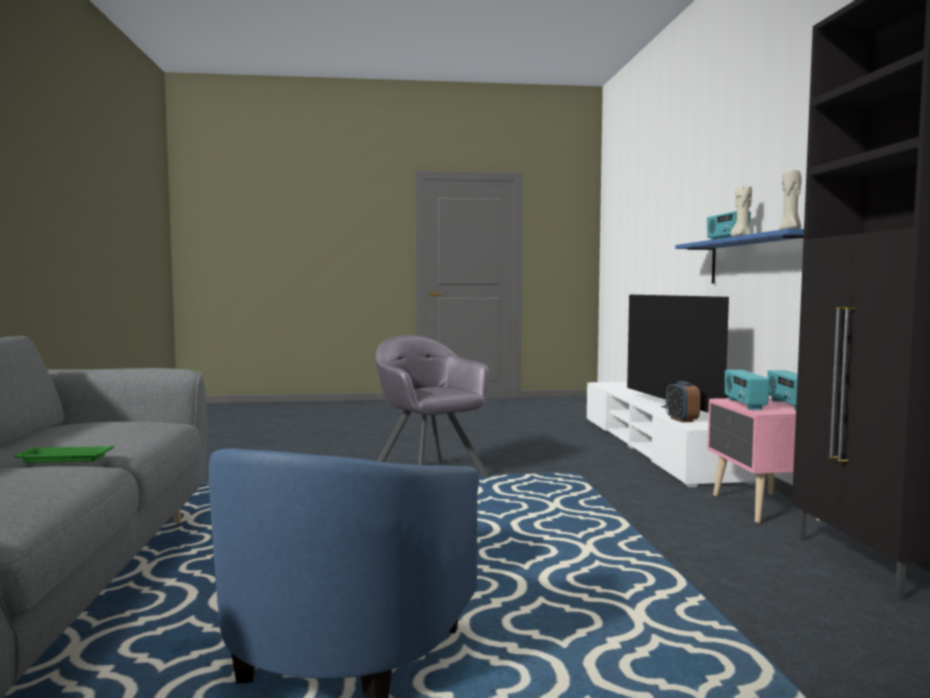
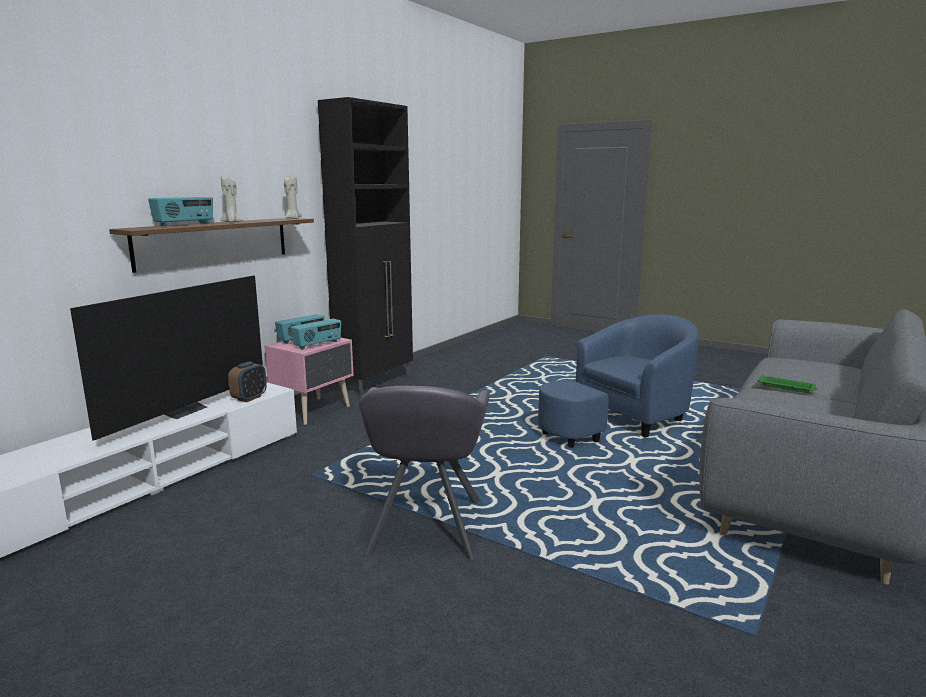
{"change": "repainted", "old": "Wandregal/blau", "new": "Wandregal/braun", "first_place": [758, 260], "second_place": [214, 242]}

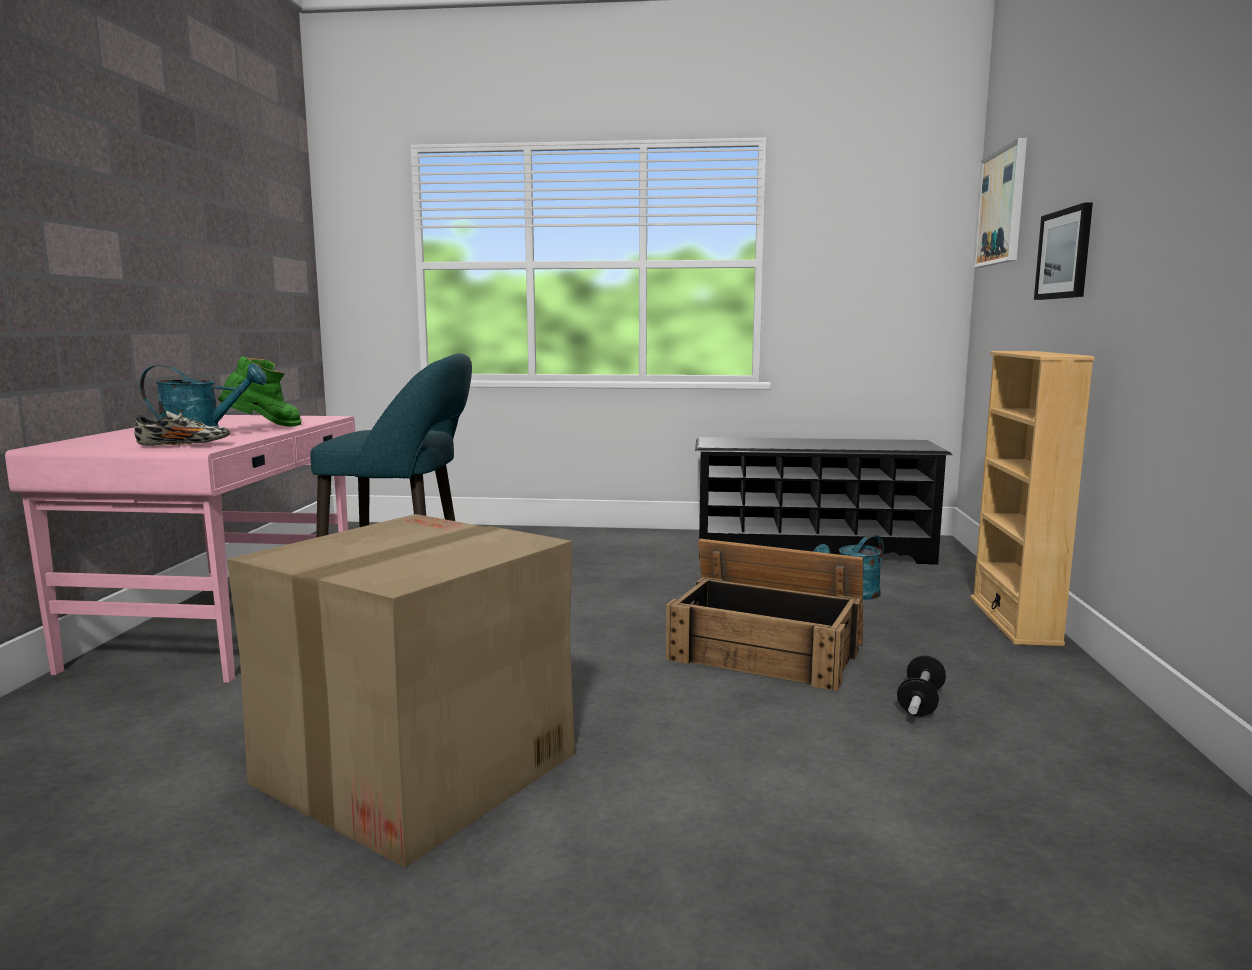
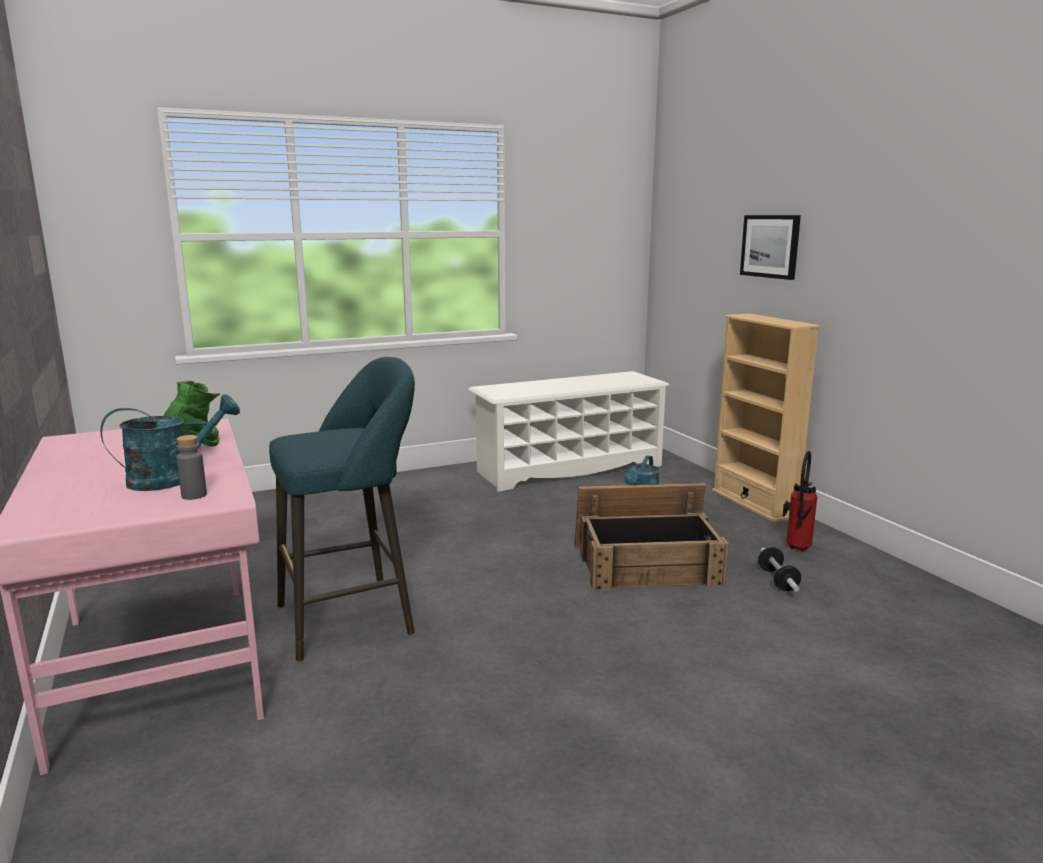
{"change": "gone", "old": "Bild", "first_place": [1001, 207]}
{"change": "swapped", "old": "Schuh", "new": "Flasche/grau", "first_place": [184, 446], "second_place": [194, 495]}
{"change": "repainted", "old": "Schuhregal/schwarz", "new": "Schuhregal/weiß", "first_place": [812, 550], "second_place": [569, 468]}
{"change": "gone", "old": "Karton", "first_place": [414, 769]}
{"change": "new", "new": "Feuerlöscher", "second_place": [796, 549]}

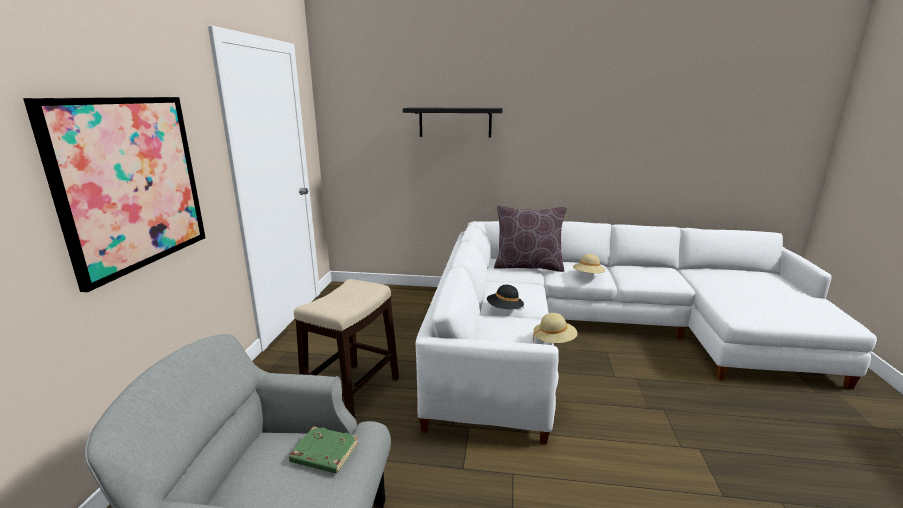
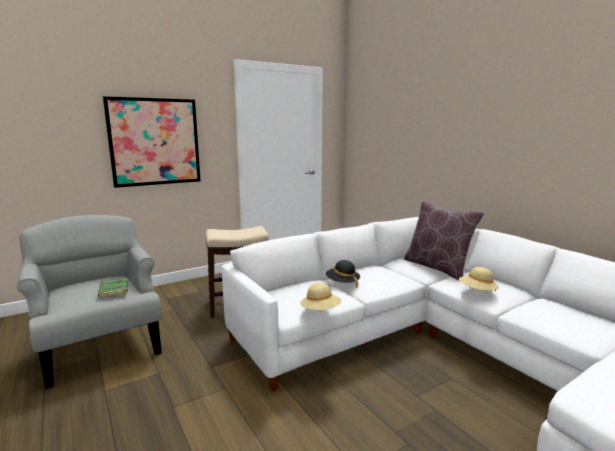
{"change": "gone", "old": "Wandregal/schwarz", "first_place": [455, 122]}

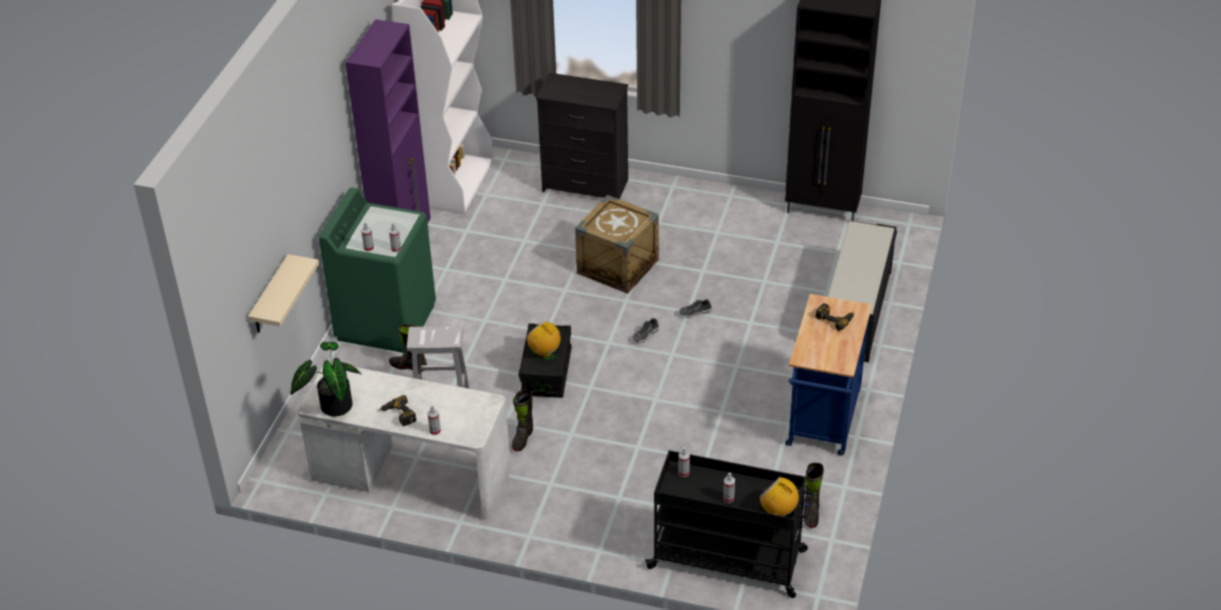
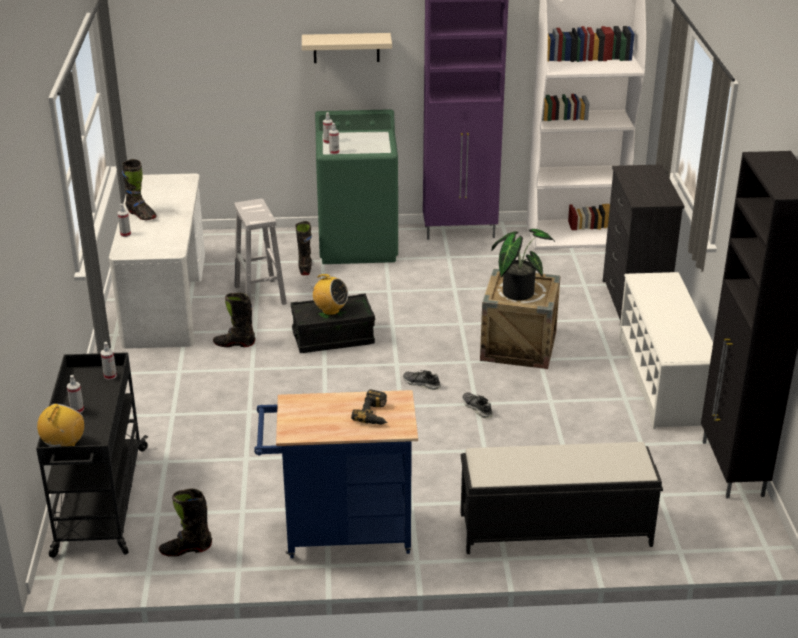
{"change": "shifted", "old": "Wandregal/beige", "first_place": [270, 296], "second_place": [346, 48]}
{"change": "rotated", "old": "Radio", "first_place": [544, 351], "second_place": [330, 310], "degrees": 90}
{"change": "shifted", "old": "Topfpflanze", "first_place": [332, 405], "second_place": [517, 291]}
{"change": "swapped", "old": "Bohrmaschine", "new": "Stiefel/schwarz", "first_place": [398, 415], "second_place": [141, 215]}
{"change": "new", "new": "Schuhregal/weiß", "second_place": [662, 380]}

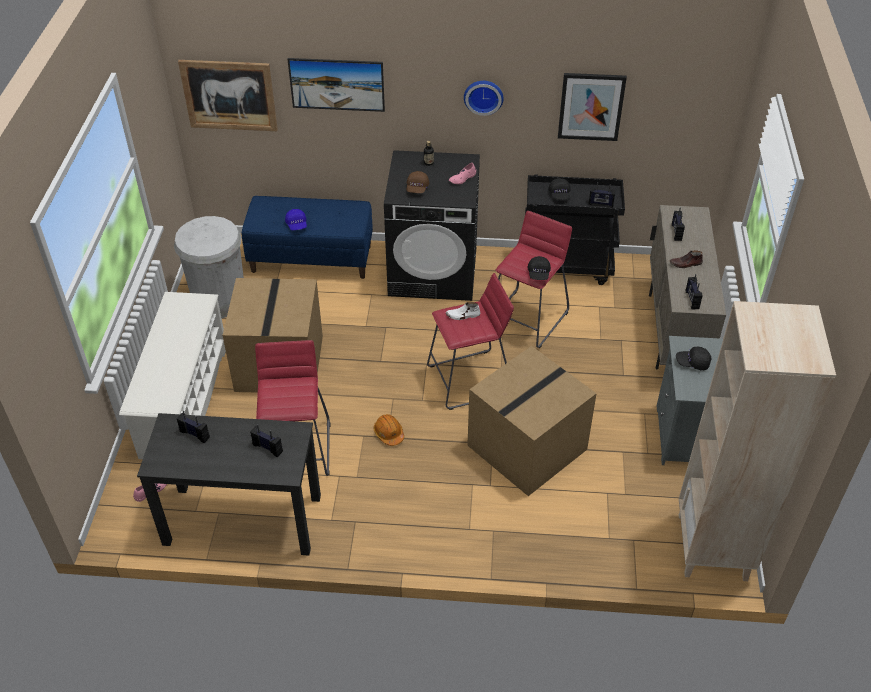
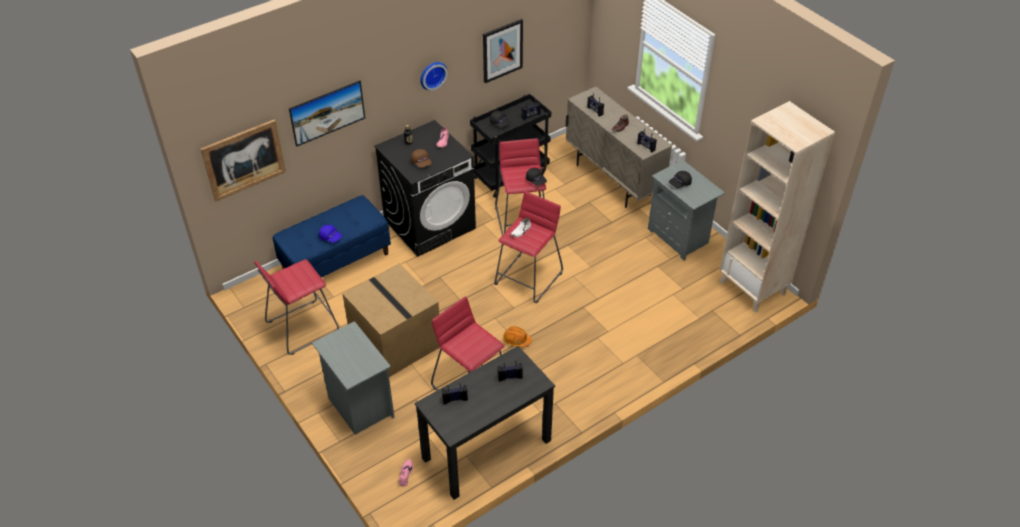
{"change": "swapped", "old": "Mülleimer/weiß", "new": "Hocker/rot", "first_place": [219, 300], "second_place": [302, 327]}
{"change": "swapped", "old": "Schuhregal/weiß", "new": "Nachttisch/grau", "first_place": [184, 401], "second_place": [359, 406]}
{"change": "gone", "old": "Karton", "first_place": [527, 449]}

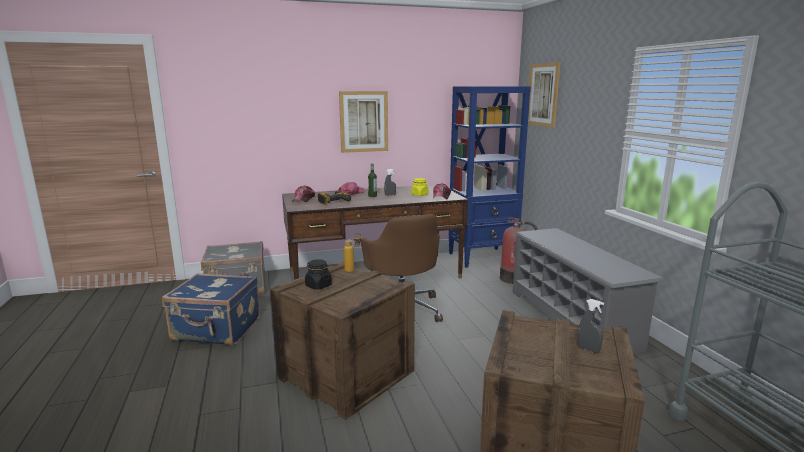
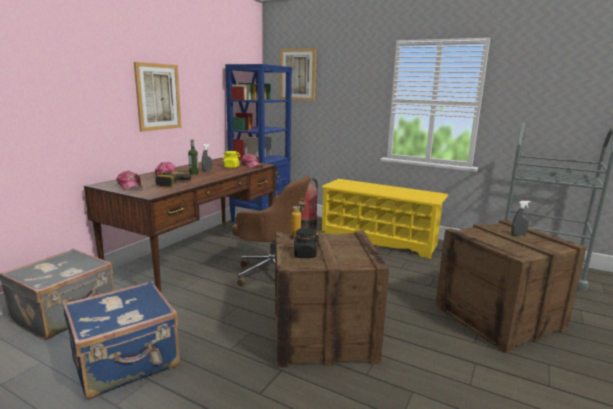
{"change": "repainted", "old": "Schuhregal/grau", "new": "Schuhregal/gelb", "first_place": [572, 318], "second_place": [379, 240]}

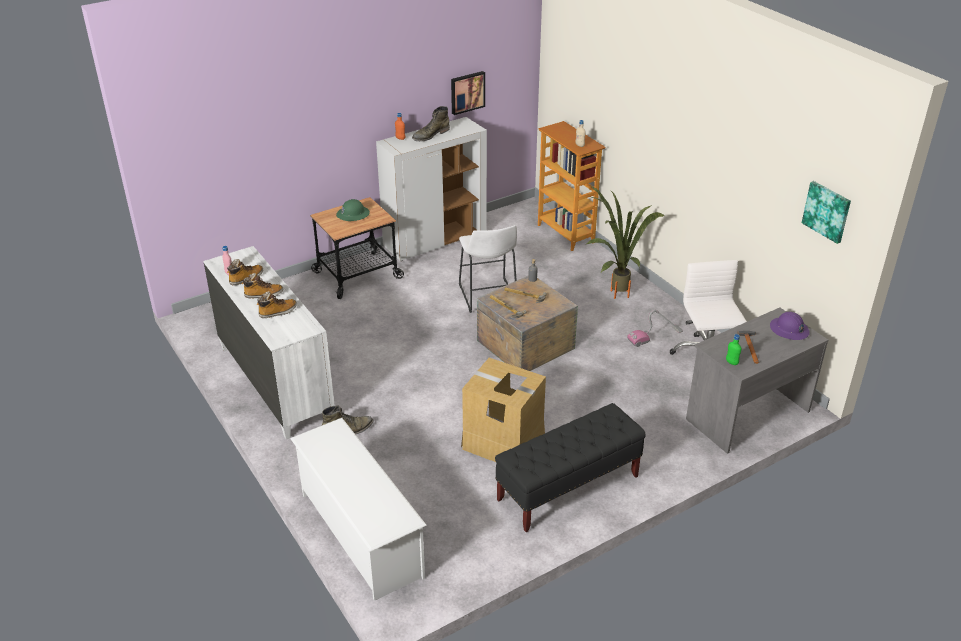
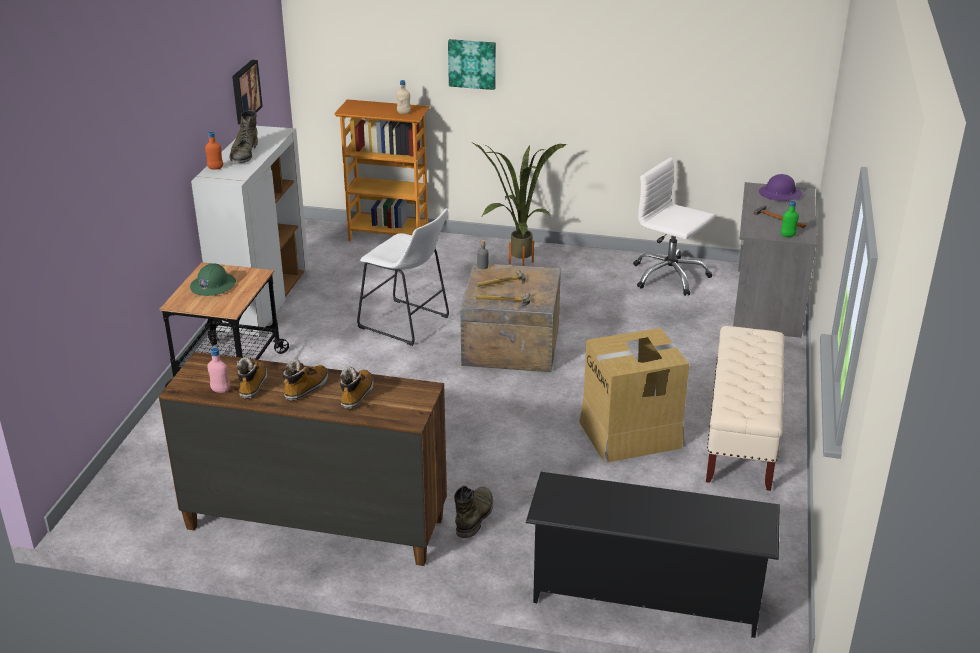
{"change": "shifted", "old": "Bild", "first_place": [827, 211], "second_place": [472, 63]}
{"change": "repainted", "old": "Kommode/weiß", "new": "Kommode/braun", "first_place": [275, 382], "second_place": [314, 522]}
{"change": "gone", "old": "Staubsauger", "first_place": [655, 336]}
{"change": "repainted", "old": "Bank/schwarz", "new": "Bank/beige", "first_place": [568, 488], "second_place": [741, 436]}
{"change": "repainted", "old": "Schuhregal/weiß", "new": "Schuhregal/schwarz", "first_place": [360, 534], "second_place": [646, 594]}

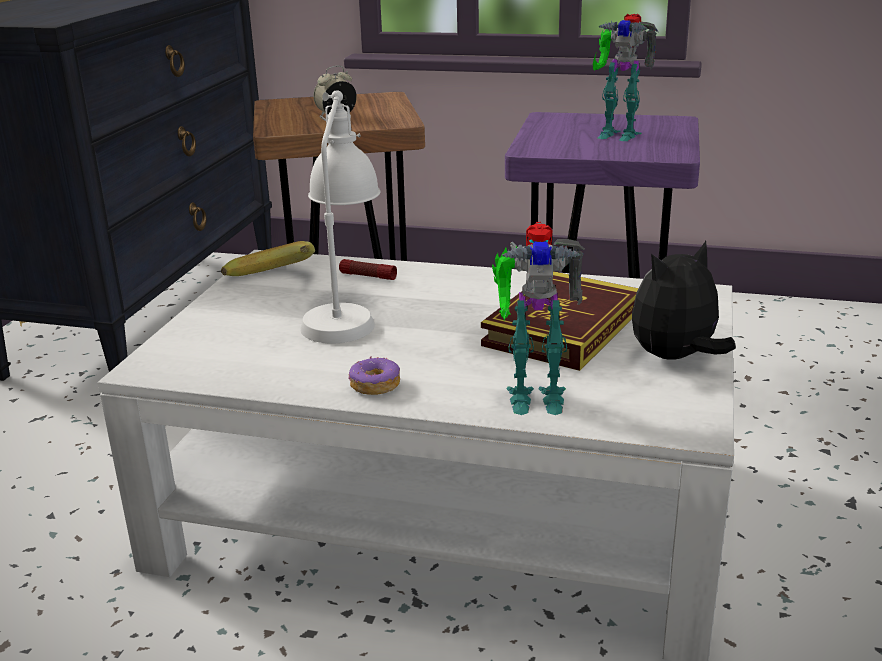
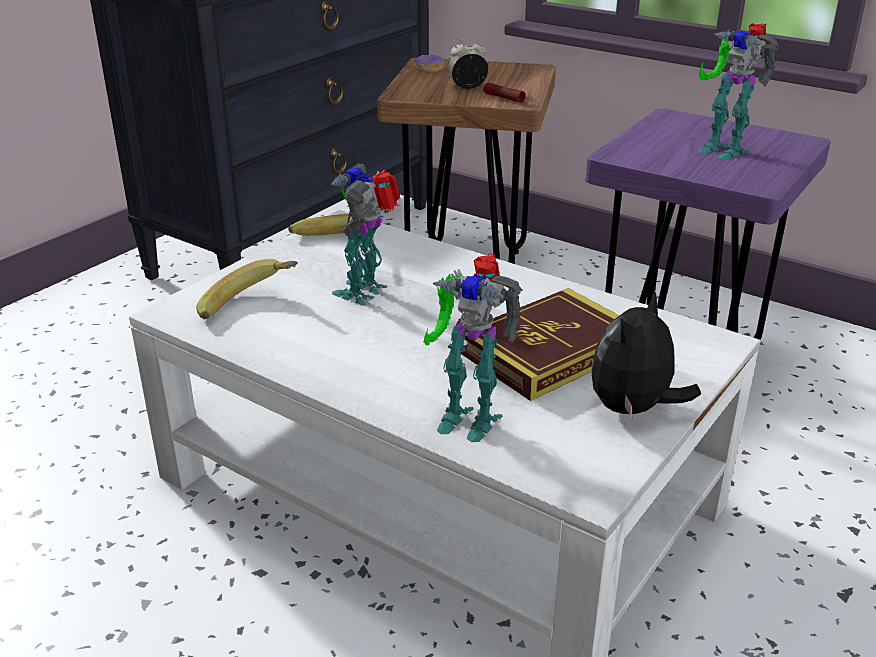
{"change": "swapped", "old": "Tischlampe/weiß", "new": "Spielzeugroboter", "first_place": [343, 313], "second_place": [366, 291]}
{"change": "rotated", "old": "Plüschtier", "first_place": [675, 358], "second_place": [633, 409], "degrees": -45}
{"change": "shifted", "old": "Taschenlampe", "first_place": [367, 276], "second_place": [503, 98]}
{"change": "shifted", "old": "Donut", "first_place": [374, 385], "second_place": [429, 69]}
{"change": "new", "new": "Banane", "second_place": [251, 308]}

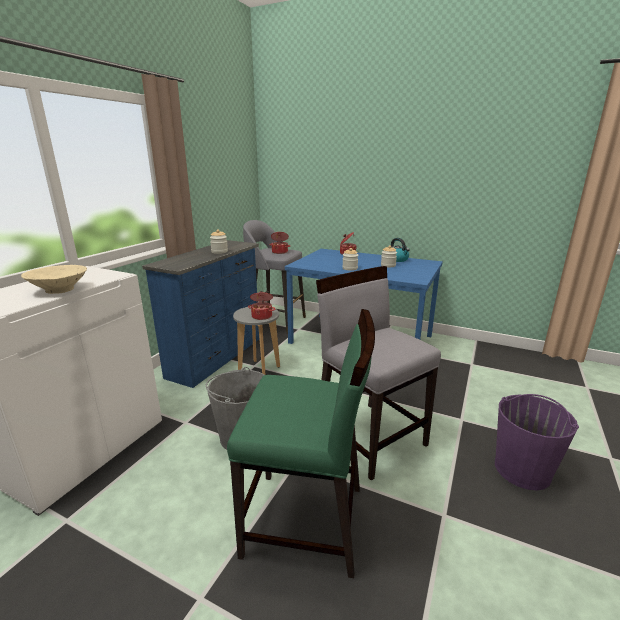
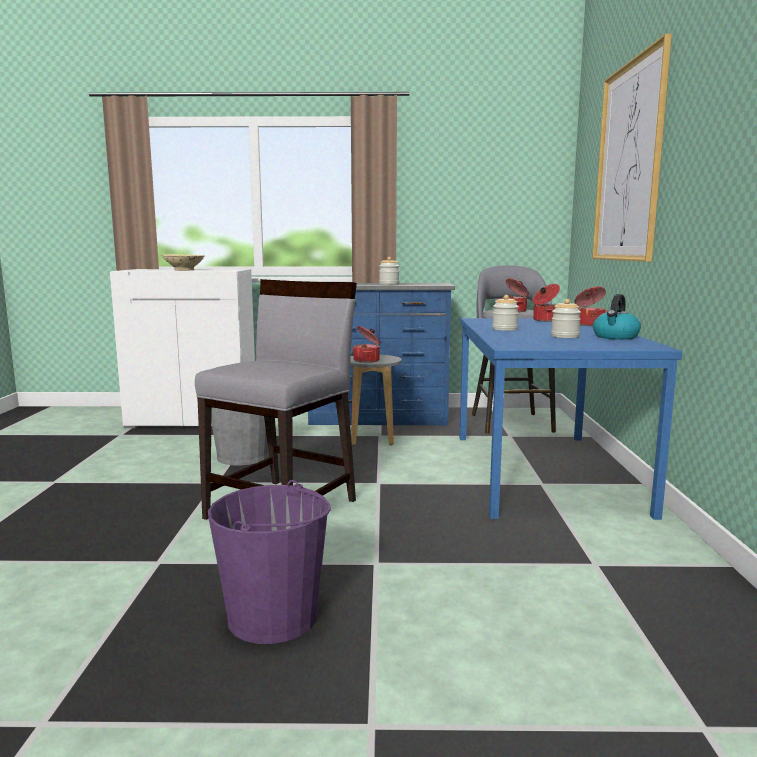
{"change": "gone", "old": "Stuhl/grün", "first_place": [306, 521]}
{"change": "new", "new": "Bild", "second_place": [628, 163]}
{"change": "new", "new": "Kochtopf", "second_place": [545, 320]}

